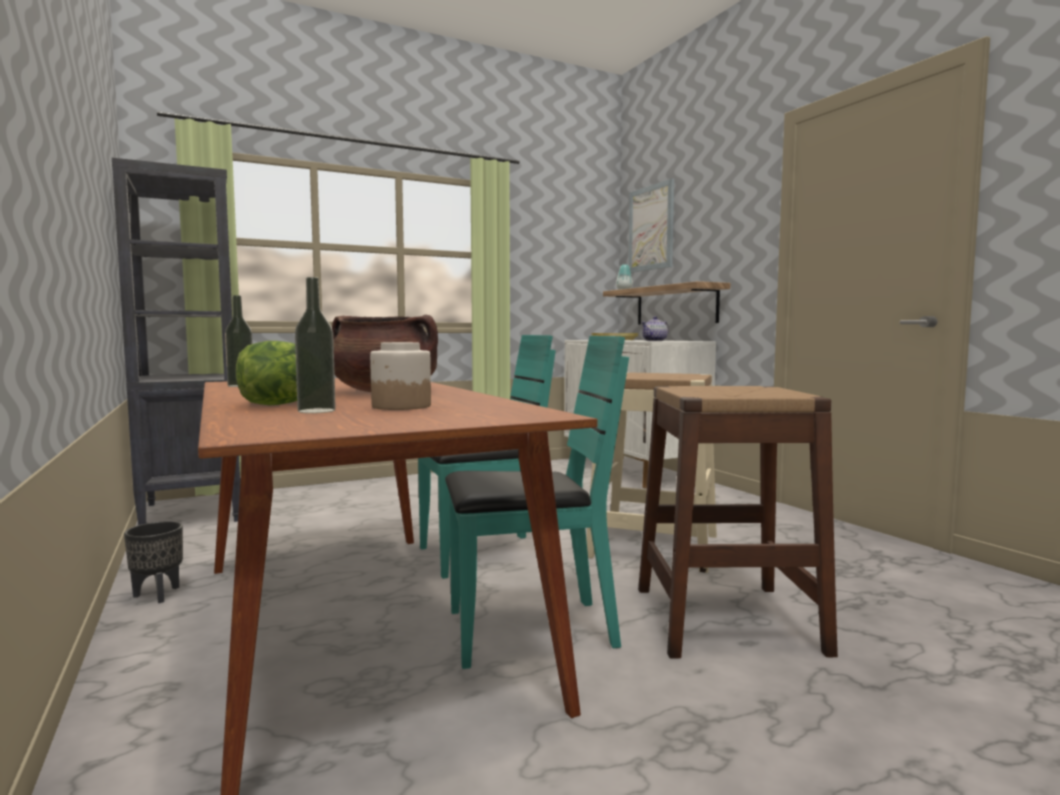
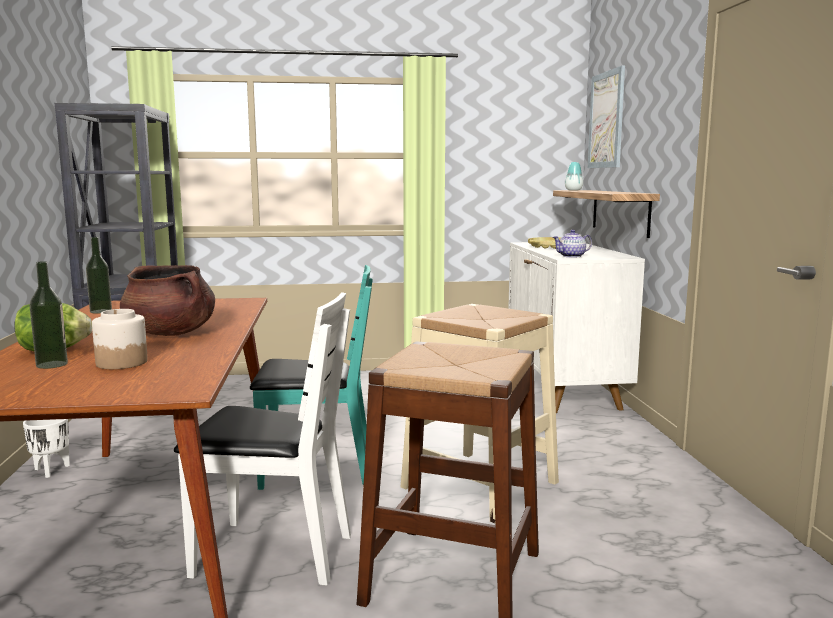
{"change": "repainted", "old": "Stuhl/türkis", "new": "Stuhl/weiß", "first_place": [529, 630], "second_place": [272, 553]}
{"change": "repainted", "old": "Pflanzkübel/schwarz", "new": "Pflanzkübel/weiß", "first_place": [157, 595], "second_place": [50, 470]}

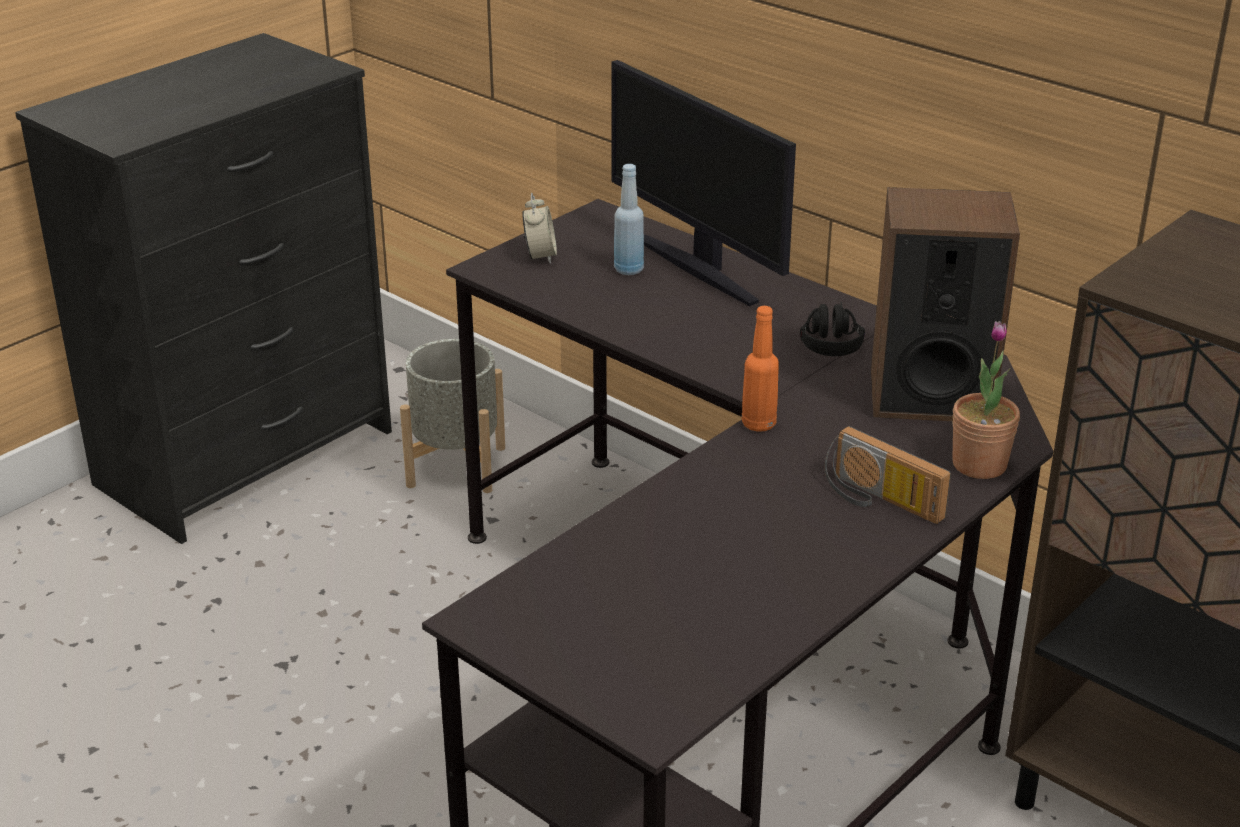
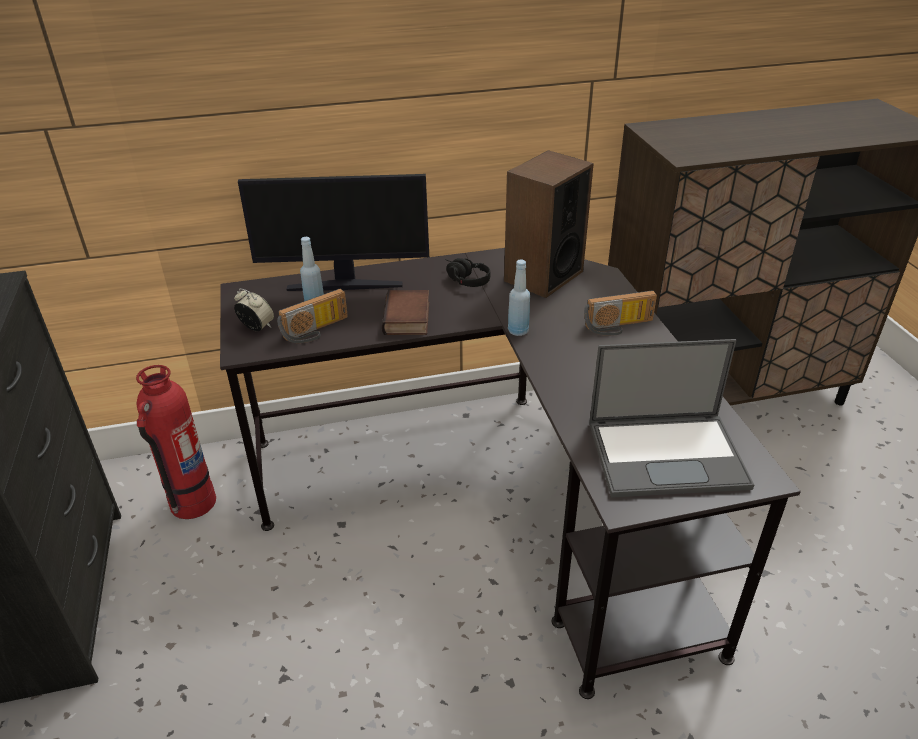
{"change": "repainted", "old": "Flasche/orange", "new": "Flasche/blau", "first_place": [758, 424], "second_place": [518, 331]}
{"change": "gone", "old": "Topfpflanze", "first_place": [979, 465]}
{"change": "swapped", "old": "Pflanzkübel/grau", "new": "Feuerlöscher", "first_place": [455, 466], "second_place": [191, 503]}
{"change": "new", "new": "Radio", "second_place": [316, 331]}
{"change": "new", "new": "Buch", "second_place": [408, 319]}
{"change": "new", "new": "Laptop", "second_place": [668, 454]}

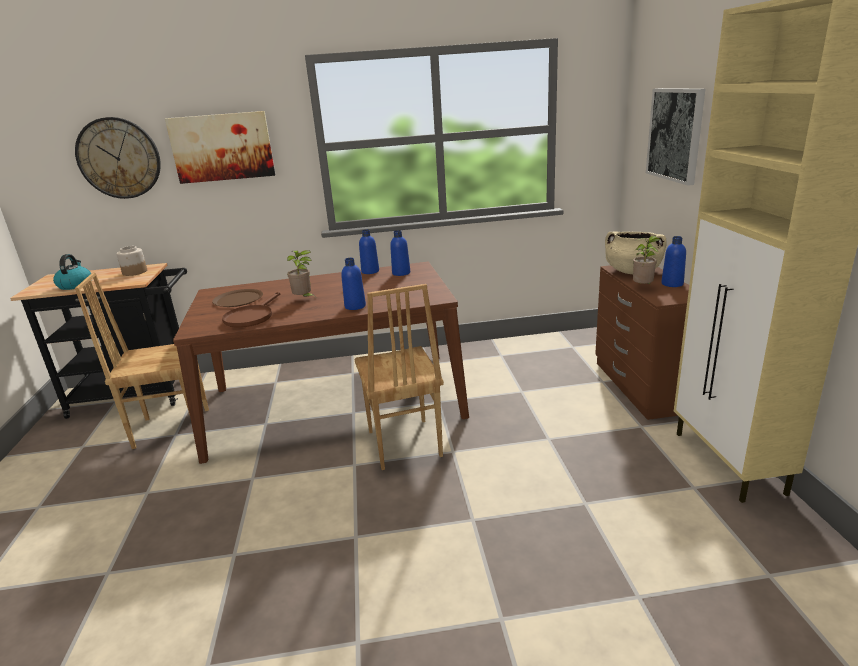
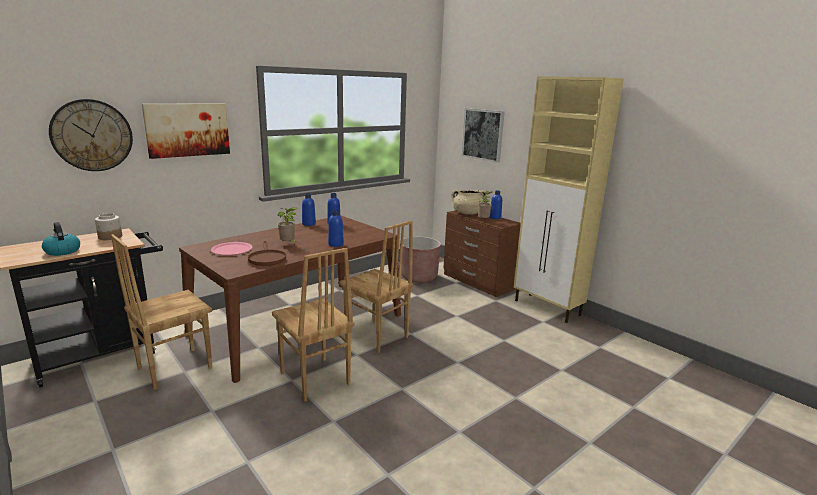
{"change": "repainted", "old": "Teller/braun", "new": "Teller/rosa", "first_place": [238, 299], "second_place": [232, 249]}
{"change": "new", "new": "Pflanzkübel/braun", "second_place": [418, 277]}
{"change": "new", "new": "Stuhl/braun", "second_place": [314, 379]}

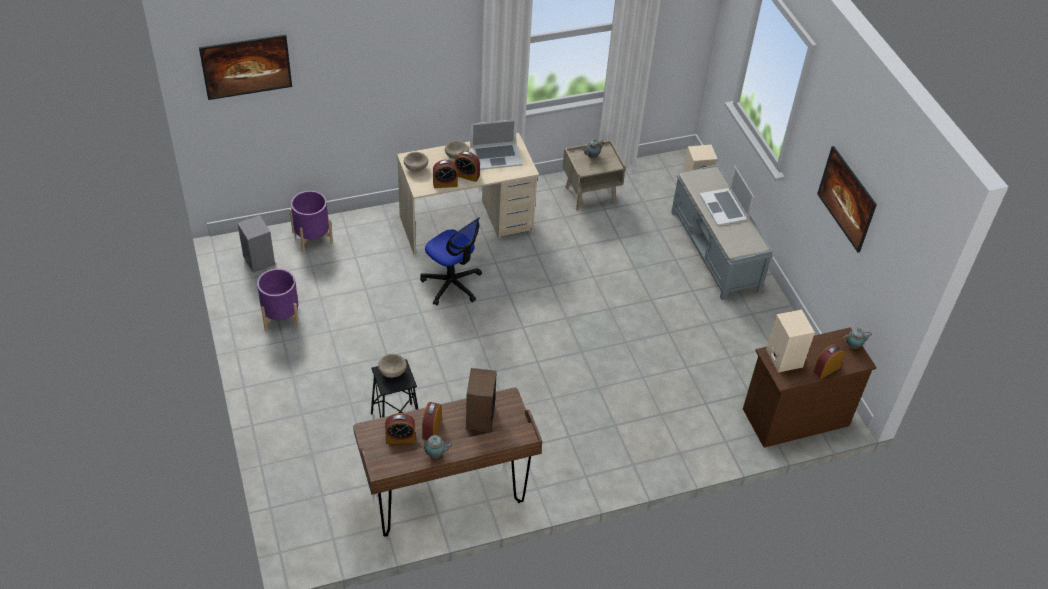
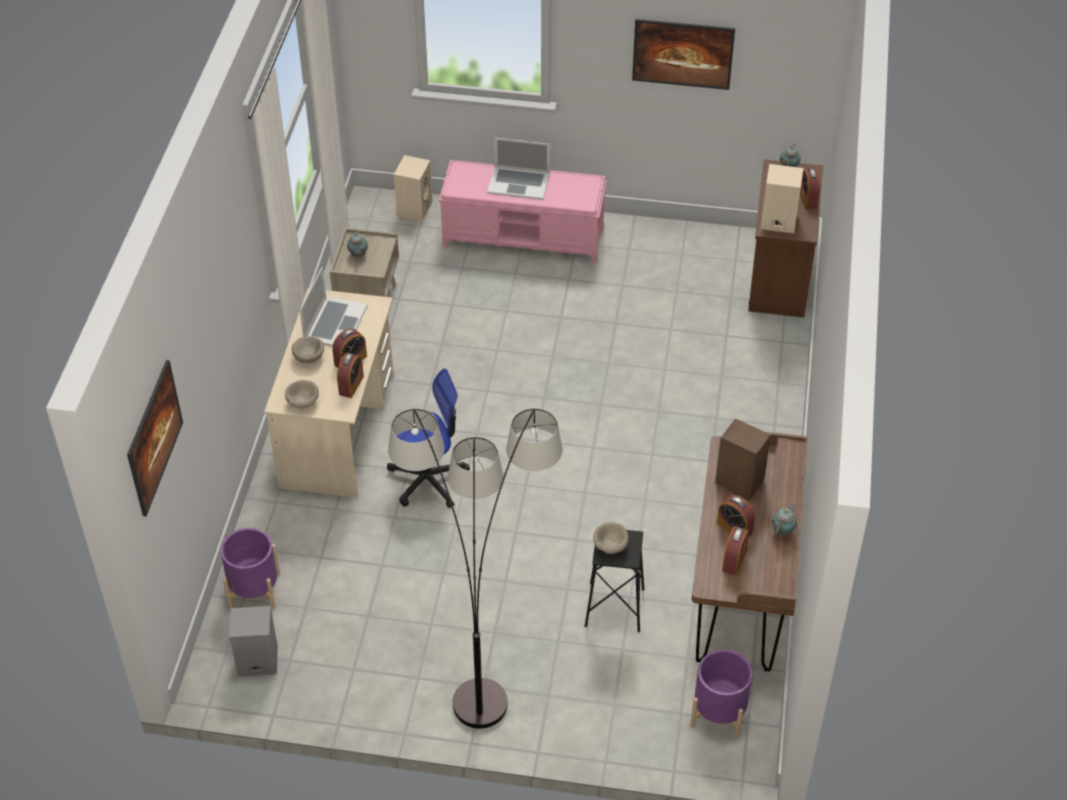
{"change": "repainted", "old": "Bank/grau", "new": "Bank/rosa", "first_place": [715, 251], "second_place": [524, 237]}
{"change": "shifted", "old": "Pflanzkübel/lila", "first_place": [281, 316], "second_place": [719, 713]}
{"change": "new", "new": "Stehlampe", "second_place": [480, 648]}

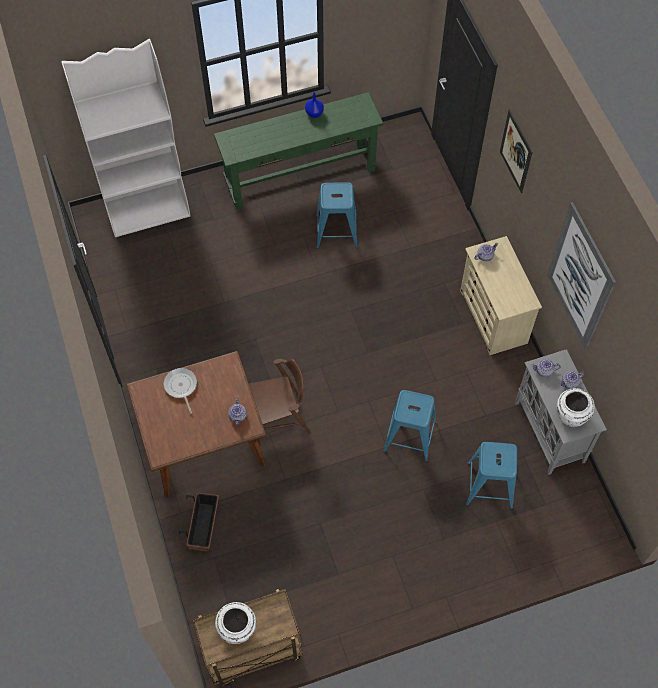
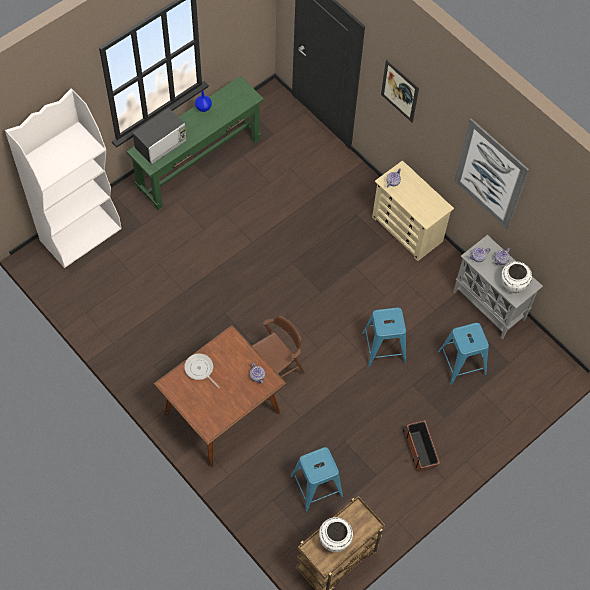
{"change": "shifted", "old": "Hocker/blau", "first_place": [337, 230], "second_place": [316, 485]}
{"change": "shifted", "old": "Pflanzkübel", "first_place": [204, 526], "second_place": [420, 450]}
{"change": "new", "new": "Mikrowelle", "second_place": [161, 144]}

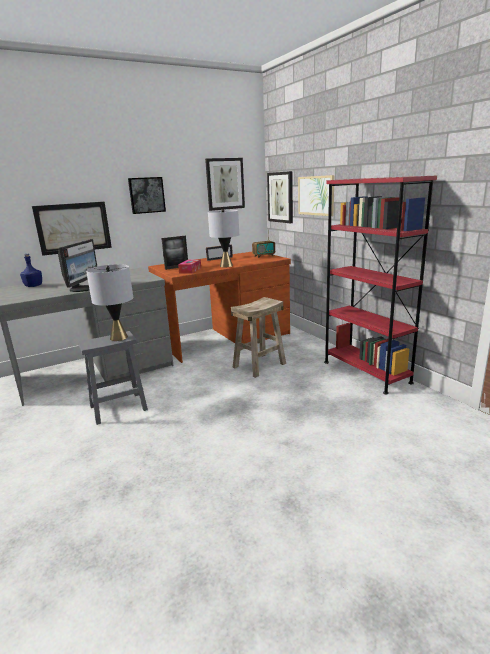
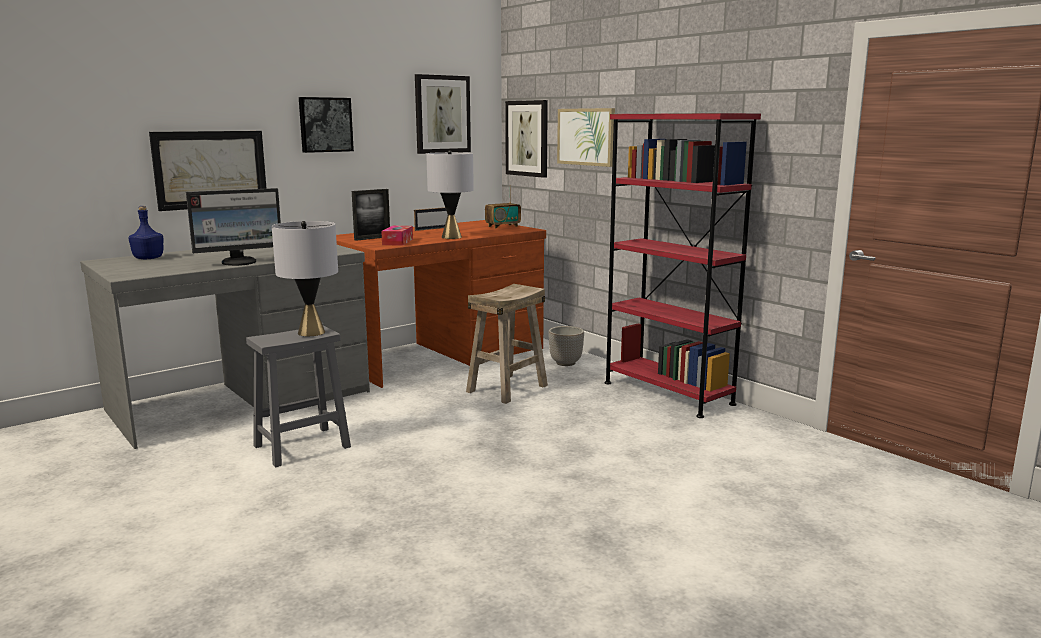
{"change": "rotated", "old": "Monitor", "first_place": [83, 289], "second_place": [240, 262], "degrees": 60}
{"change": "new", "new": "Pflanzkübel", "second_place": [566, 363]}

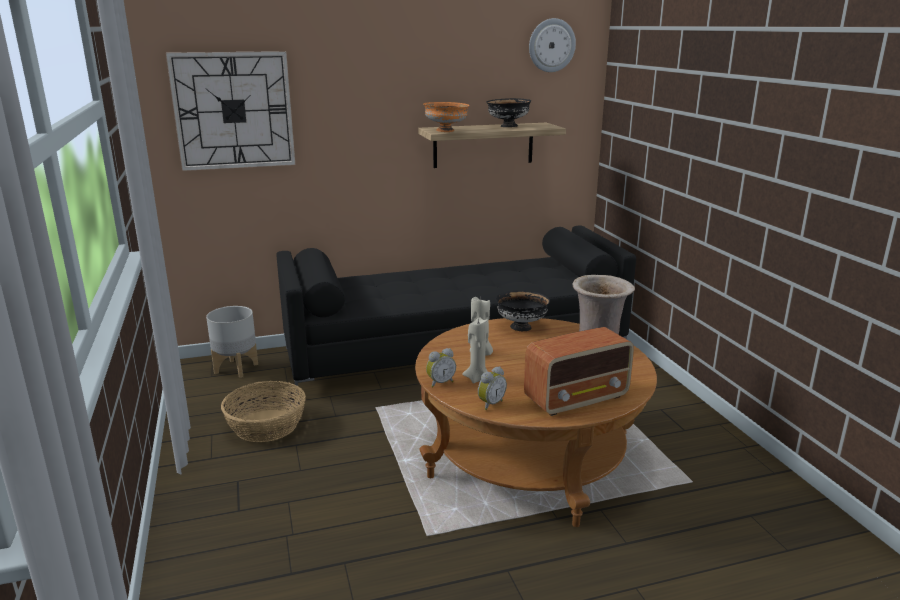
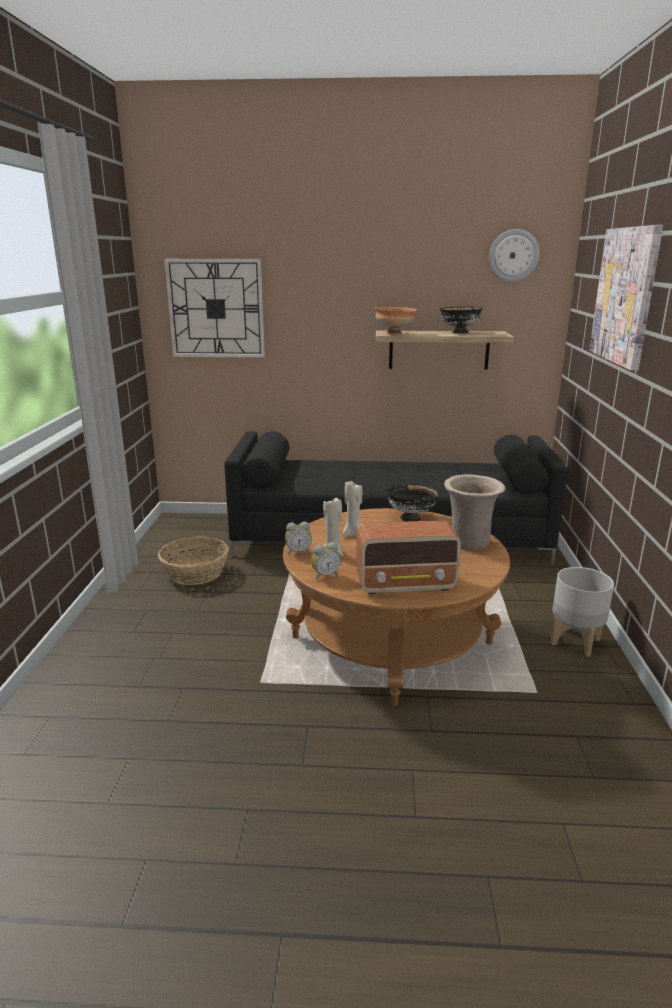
{"change": "shifted", "old": "Pflanzkübel/grau", "first_place": [236, 368], "second_place": [575, 641]}
{"change": "new", "new": "Bild", "second_place": [625, 296]}

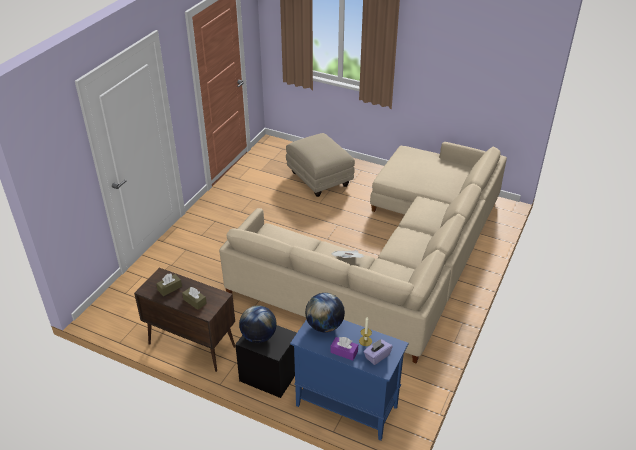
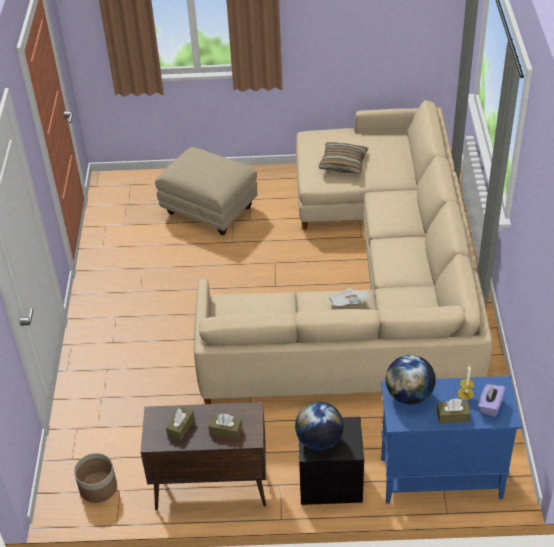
{"change": "repainted", "old": "Taschentuchbox/lila", "new": "Taschentuchbox/braun", "first_place": [344, 352], "second_place": [452, 416]}
{"change": "new", "new": "Kissen", "second_place": [343, 163]}
{"change": "new", "new": "Pflanzkübel", "second_place": [98, 488]}

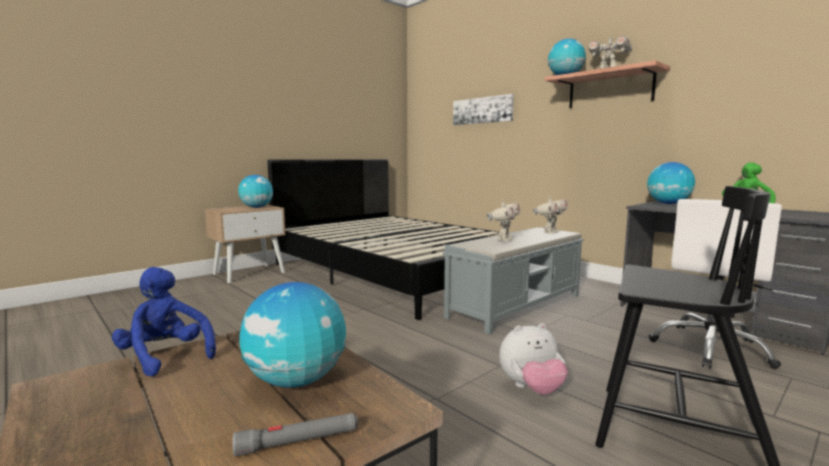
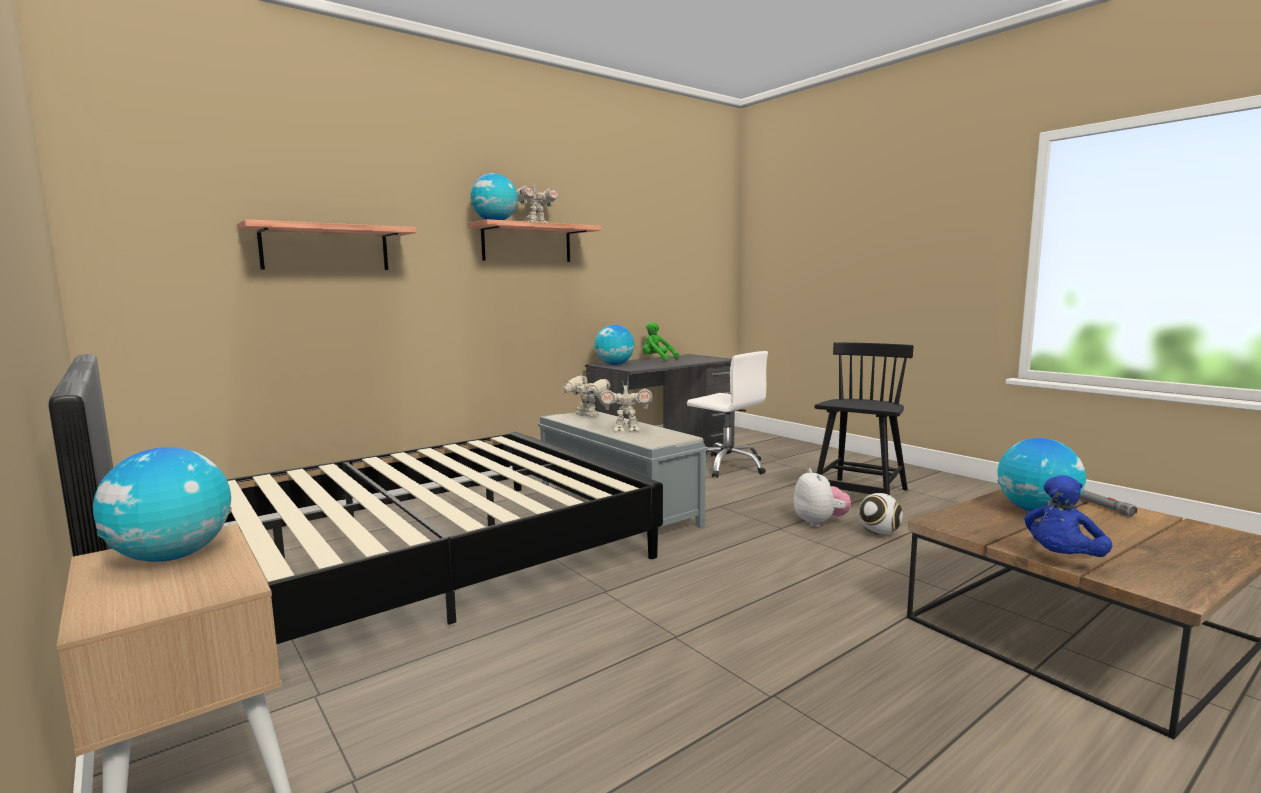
{"change": "swapped", "old": "Bild", "new": "Wandregal", "first_place": [482, 110], "second_place": [325, 248]}
{"change": "rotated", "old": "Spielzeugroboter", "first_place": [503, 239], "second_place": [626, 430], "degrees": 150}
{"change": "new", "new": "Fußball", "second_place": [879, 533]}

